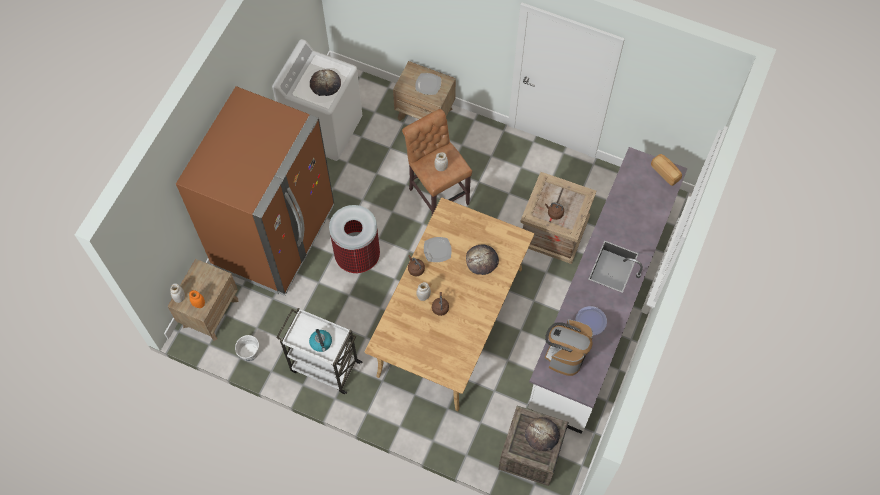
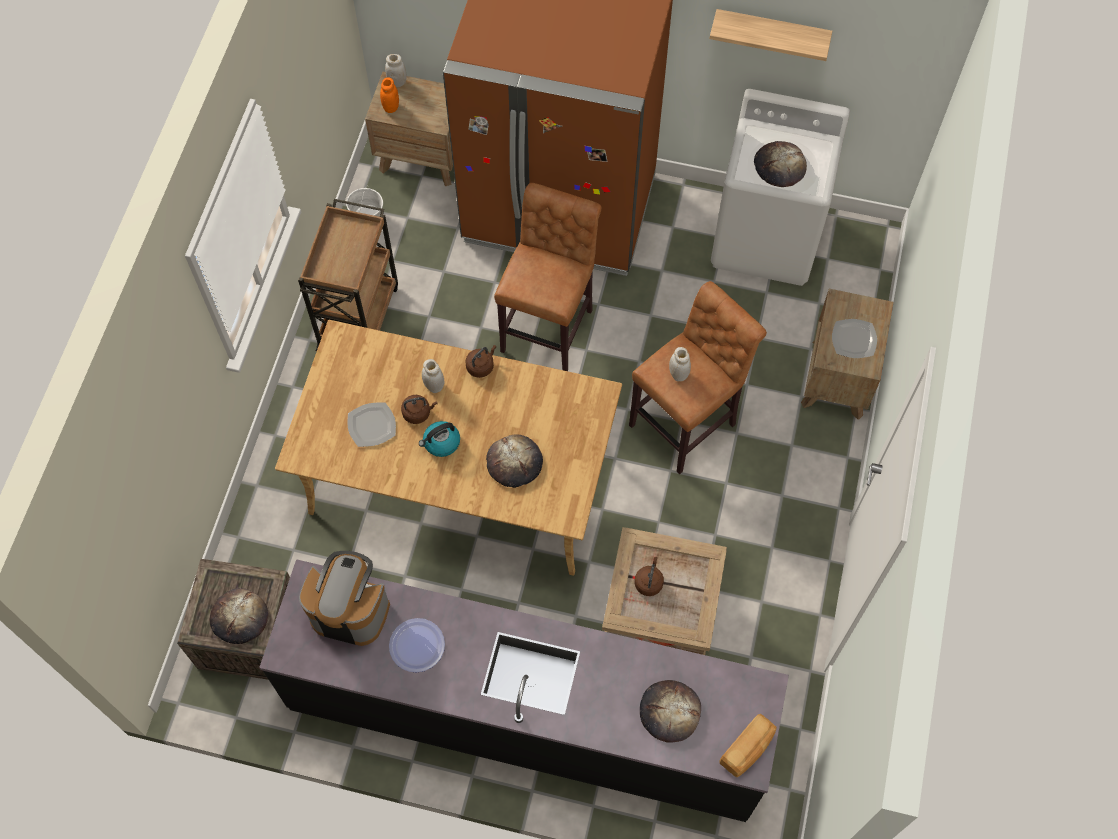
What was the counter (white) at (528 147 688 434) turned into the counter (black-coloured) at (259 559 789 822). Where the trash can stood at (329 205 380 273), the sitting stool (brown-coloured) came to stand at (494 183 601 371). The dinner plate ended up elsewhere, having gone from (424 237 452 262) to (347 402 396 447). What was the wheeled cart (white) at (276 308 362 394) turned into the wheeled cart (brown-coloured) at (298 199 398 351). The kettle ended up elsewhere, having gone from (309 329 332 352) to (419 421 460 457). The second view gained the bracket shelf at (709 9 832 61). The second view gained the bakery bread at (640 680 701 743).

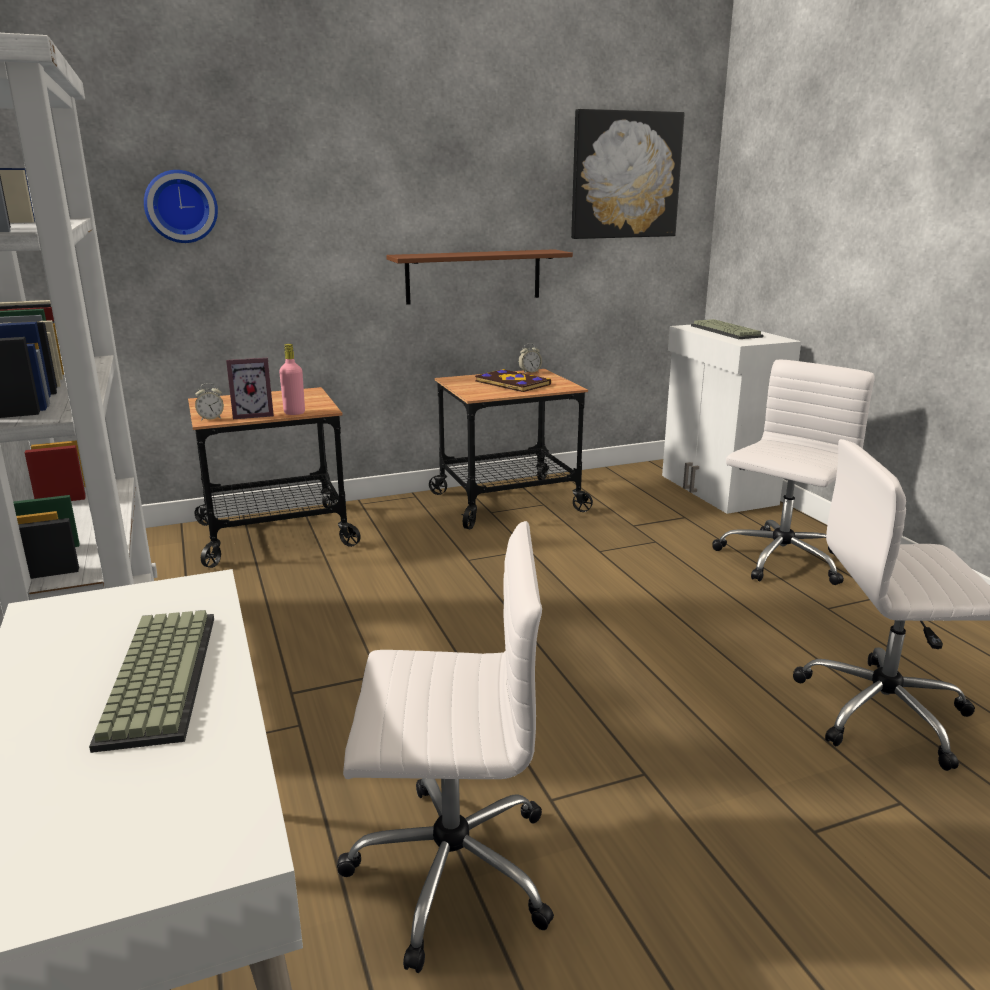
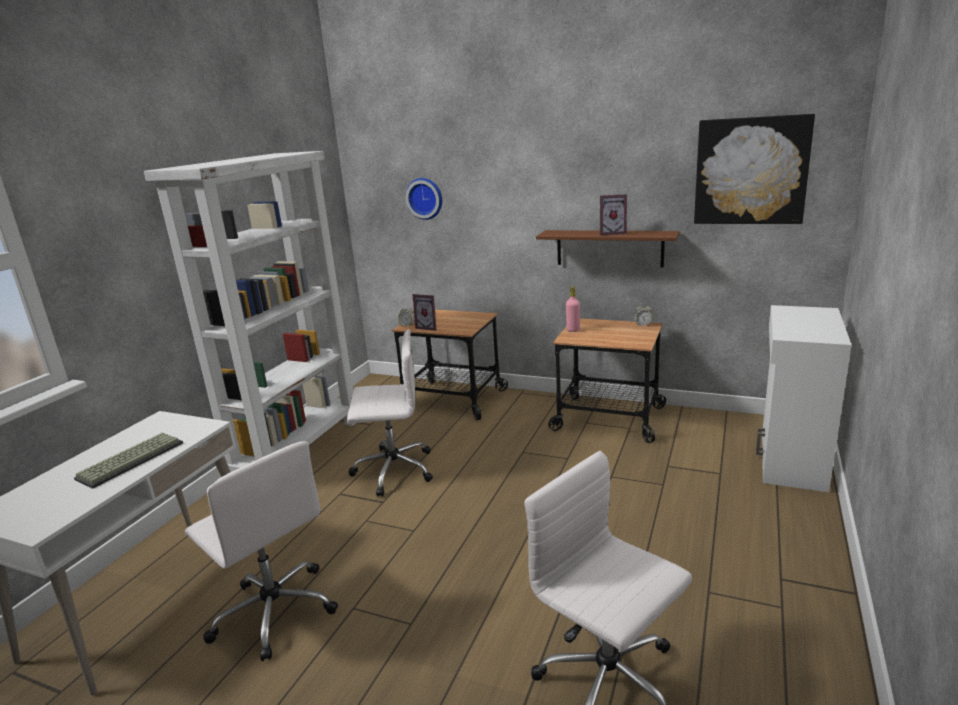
The second view lost the keyboard at (691 319 763 339). The beverage bottle (pink) ended up elsewhere, having gone from (279 344 305 415) to (566 287 580 332). The office chair (white) ended up elsewhere, having gone from (712 359 875 585) to (347 329 433 497). The second view lost the volume at (475 369 551 392). The second view gained the standing frame at (600 194 627 235).

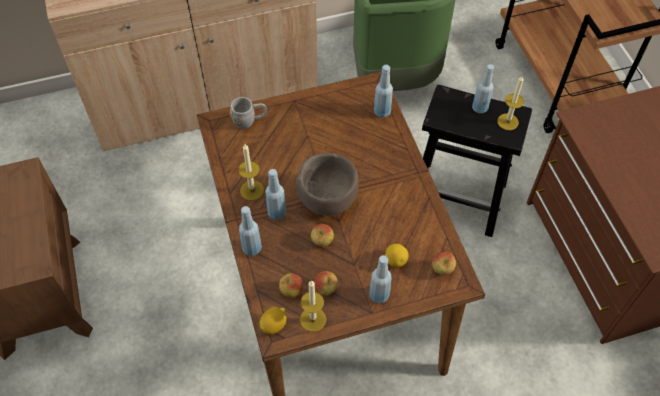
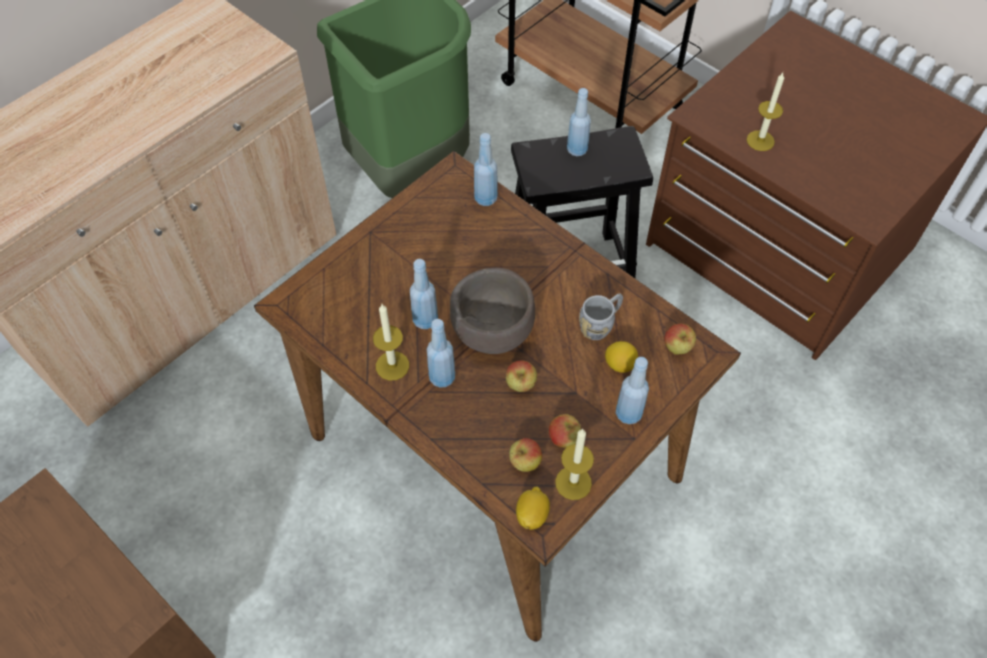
The wax candle ended up elsewhere, having gone from (497 75 524 130) to (747 73 784 151). The mug (greyish) ended up elsewhere, having gone from (230 97 267 129) to (579 293 623 340). The beverage bottle (bluish) ended up elsewhere, having gone from (239 206 262 256) to (410 259 438 329).

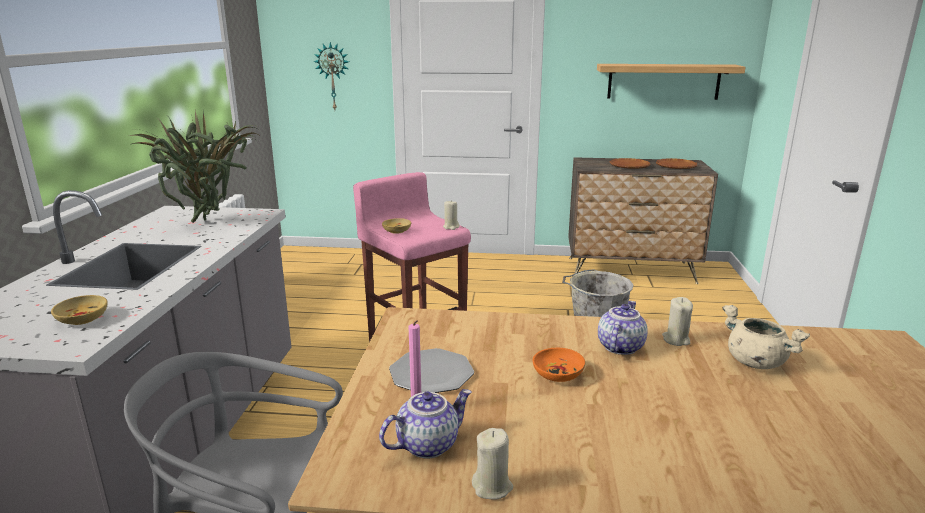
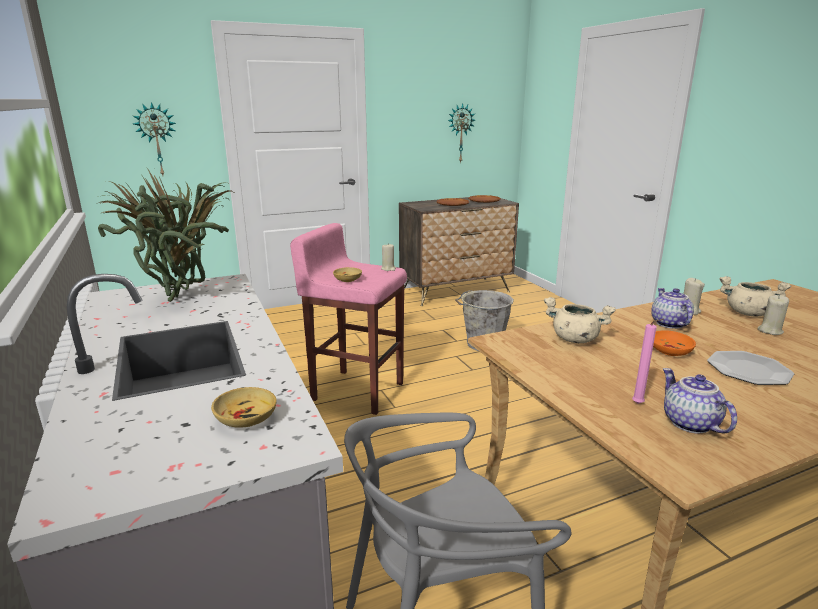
Where the bracket shelf hung at (597 64 746 100), the hanging clock came to hang at (448 103 475 164). The dinner plate ended up elsewhere, having gone from (389 348 474 393) to (707 351 794 385). The teapot at (379 389 472 459) ended up facing another way, 45 degrees counterclockwise from before. The wax candle (beige-coloured) ended up elsewhere, having gone from (472 428 513 500) to (758 295 789 335). The second view gained the stockpot (beige-coloured) at (544 297 616 343).

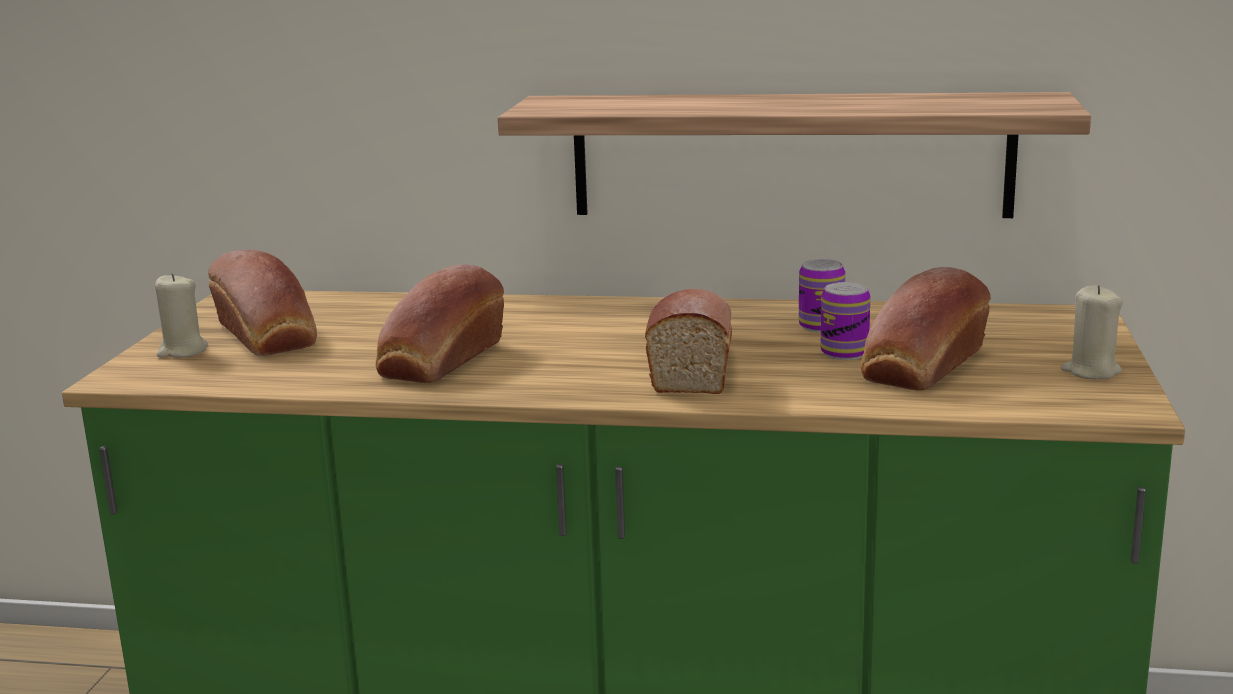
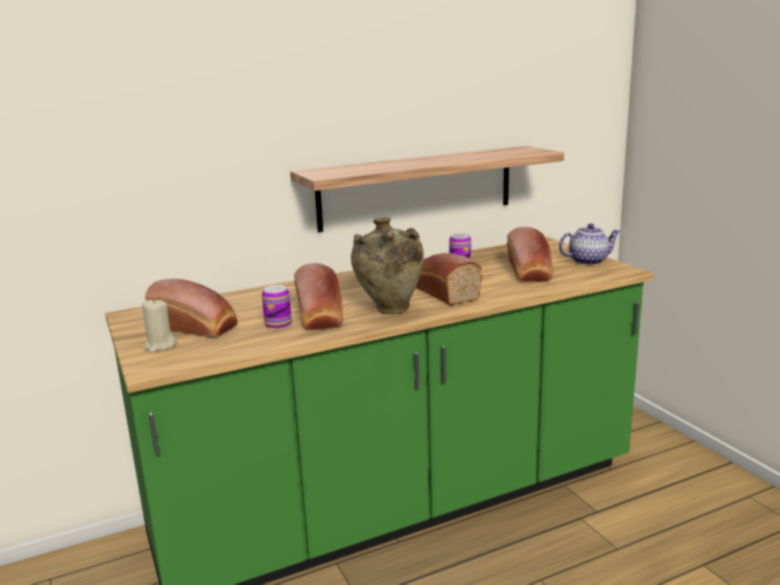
The can ended up elsewhere, having gone from (821 282 870 360) to (262 285 292 329). Where the wax candle (beige-coloured) stood at (1060 285 1123 379), the teapot came to stand at (559 223 620 265). The second view gained the vase (beige-coloured) at (351 217 424 314).

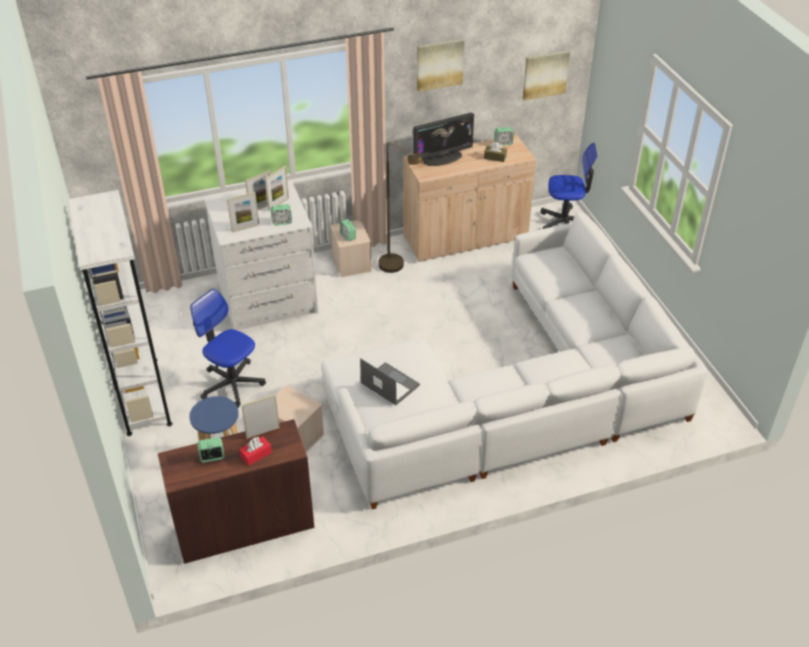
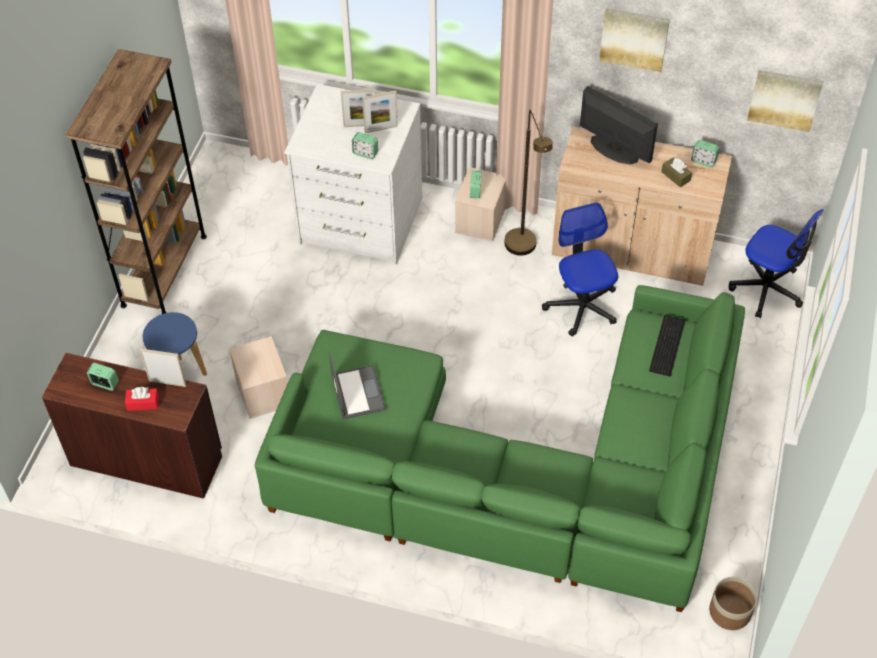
The monitor at (413 112 474 166) ended up facing another way, 150 degrees counterclockwise from before. What was the shelving unit (white) at (68 190 172 436) turned into the shelving unit (brown-coloured) at (66 49 207 314). The second view lost the standing frame at (227 192 259 233). What was the couch (white) at (321 211 708 509) turned into the couch (greenish) at (255 285 745 612). The office chair ended up elsewhere, having gone from (190 289 266 408) to (542 202 618 336). The second view gained the keyboard at (649 315 685 377). The second view gained the plant pot at (709 577 757 630).

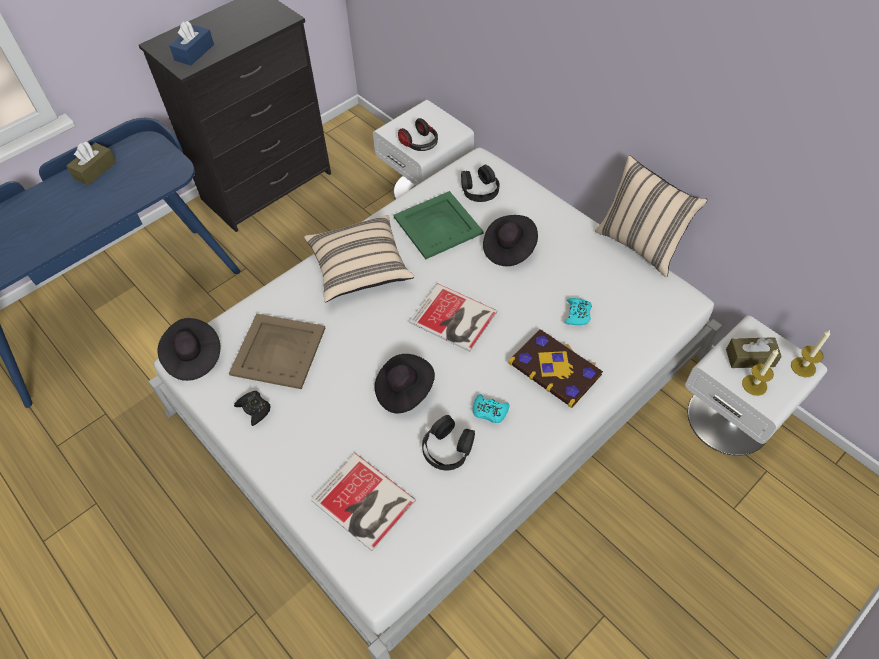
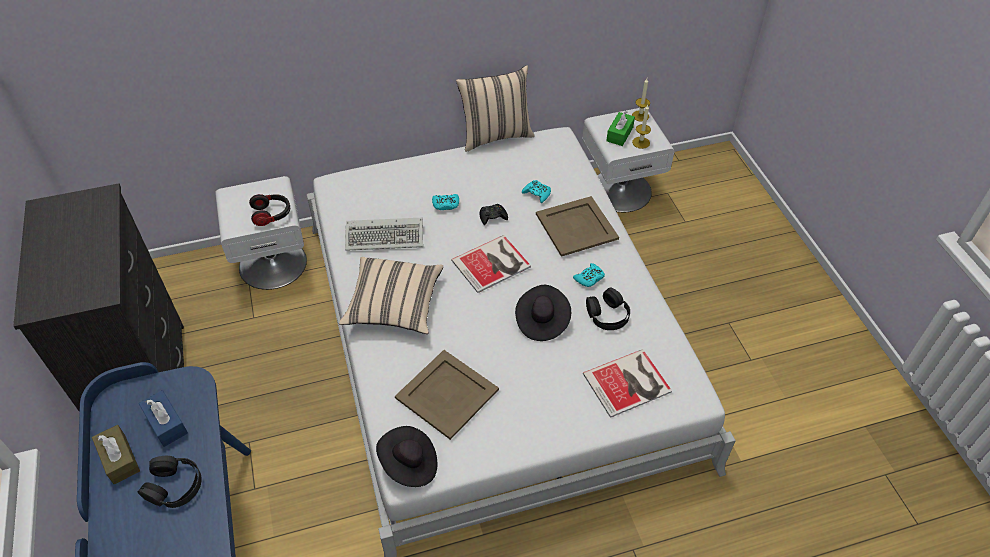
The tissue holder (bluish) ended up elsewhere, having gone from (169 21 214 66) to (139 390 188 447). The headset (black-coloured) ended up elsewhere, having gone from (461 165 500 202) to (138 456 202 508). Where the tray (greenish) stood at (394 191 484 259), the keyboard came to stand at (345 218 423 251). Where the hat (black-coloured) stood at (483 215 538 266), the gamepad (blue-green) came to stand at (432 194 459 210). Where the volume stood at (508 329 603 408), the tray (beige-coloured) came to stand at (536 196 619 257). What was the tissue holder (brown-coloured) at (726 337 782 368) turned into the tissue holder (greenish) at (606 111 635 146). The gamepad (black-coloured) ended up elsewhere, having gone from (234 391 270 426) to (479 204 508 225).

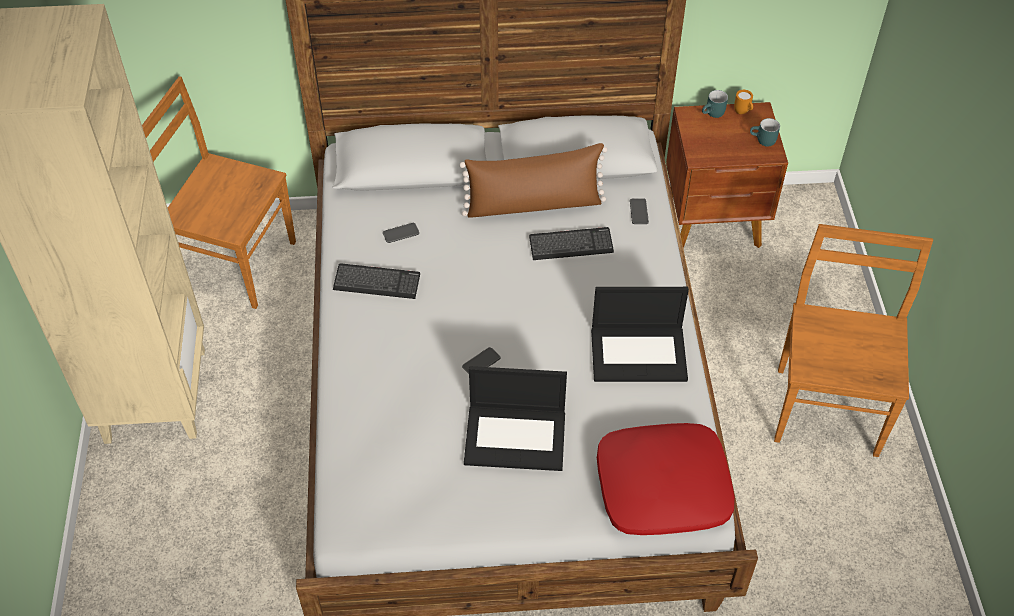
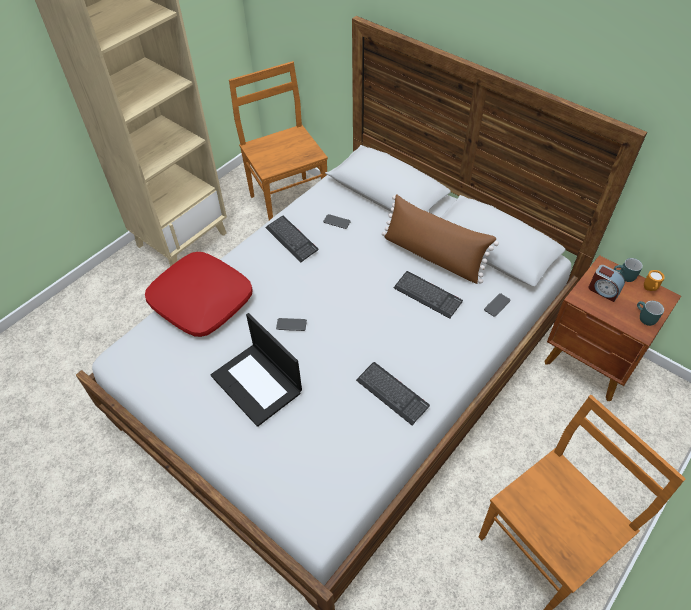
Where the portable computer stood at (591 287 689 382), the keyboard came to stand at (356 362 430 425). The cushion (reddish) ended up elsewhere, having gone from (597 423 735 535) to (145 252 253 337). The second view gained the table clock at (589 265 625 302).

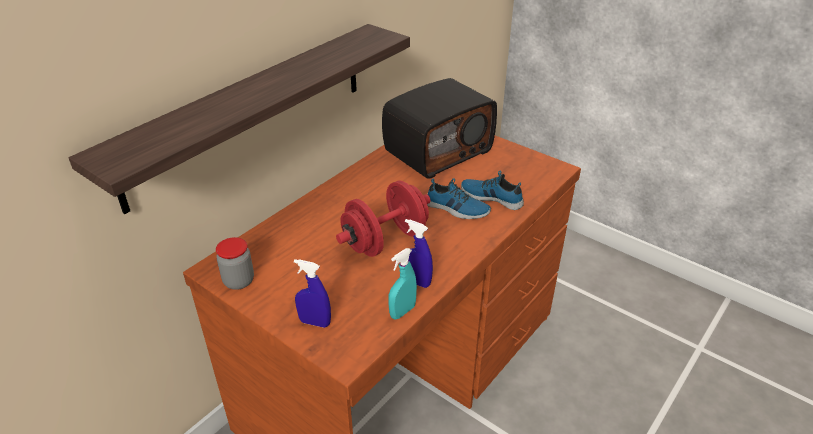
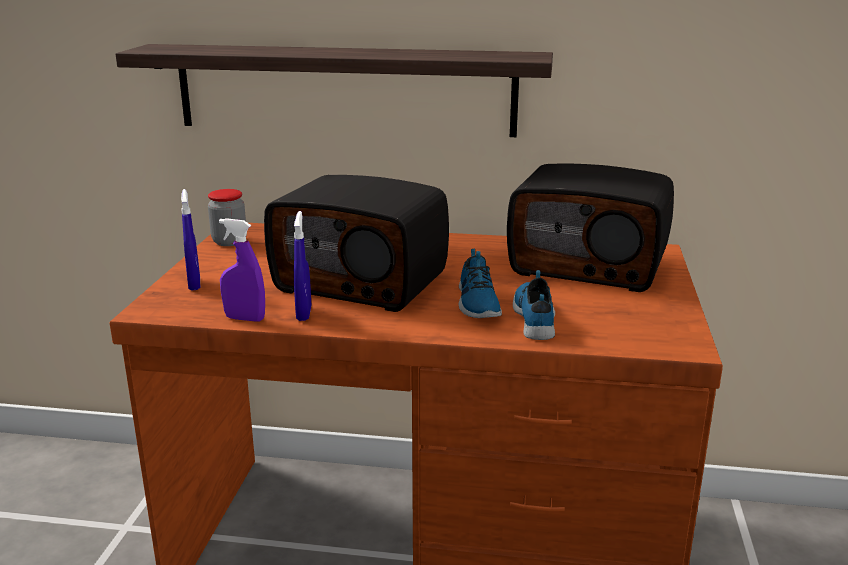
Where the dumbbell (reddish) stood at (336 181 430 257), the radio came to stand at (264 175 449 312). What was the sprayer (blue-green) at (388 248 417 319) turned into the sprayer (purplish) at (219 218 265 322).

